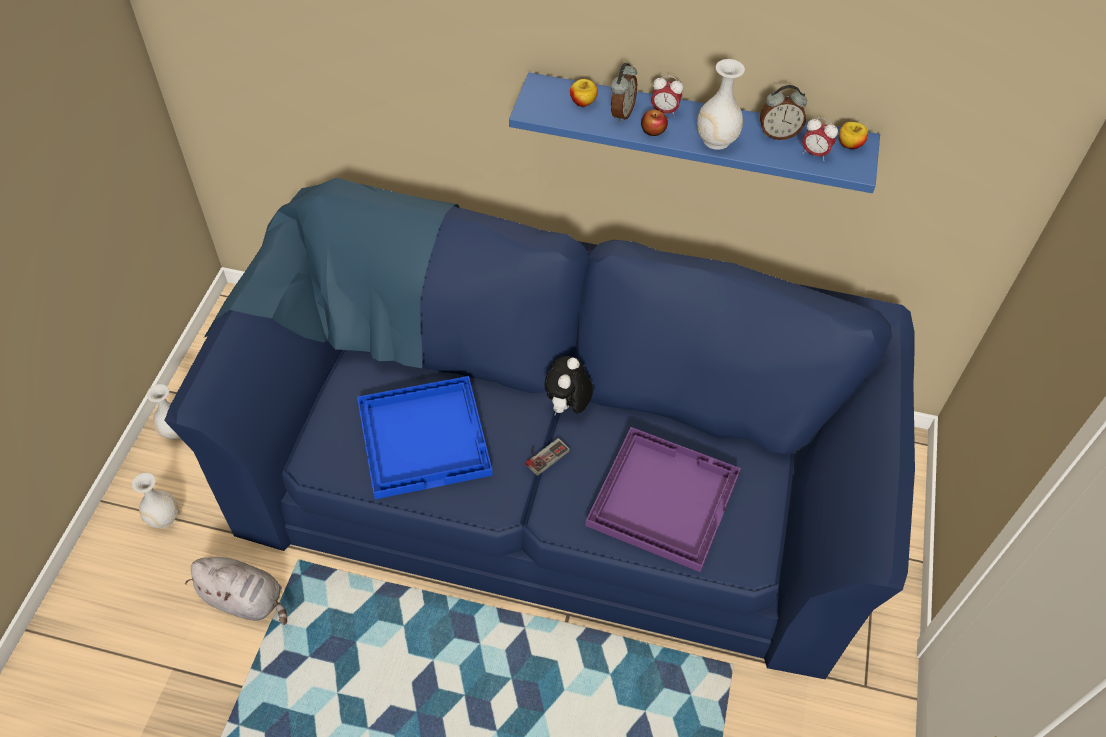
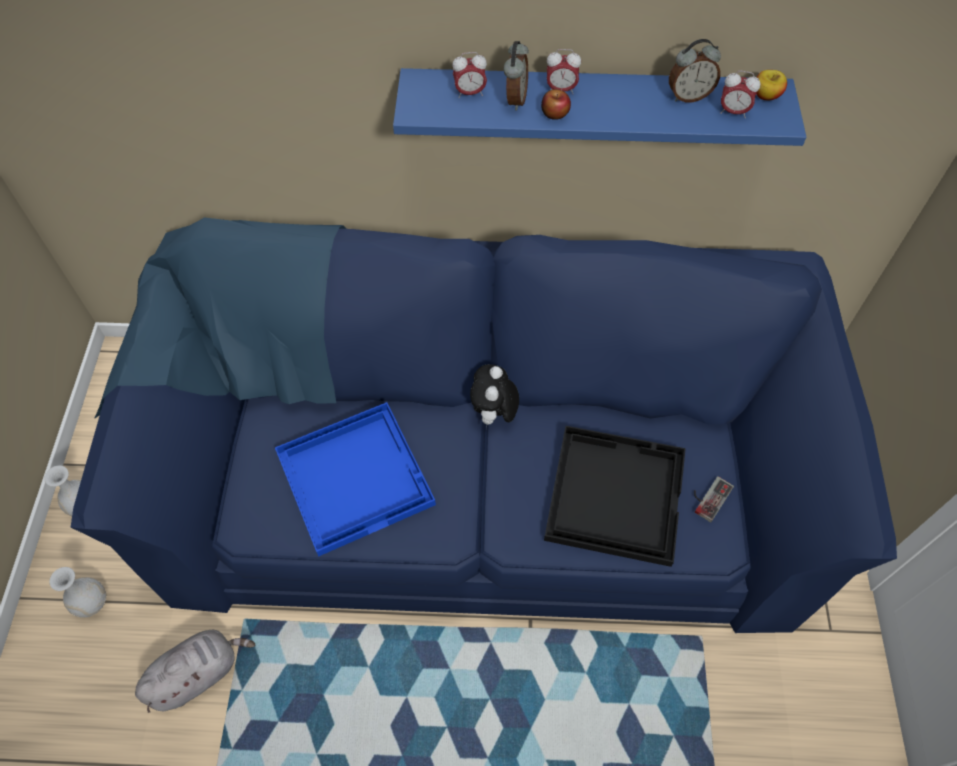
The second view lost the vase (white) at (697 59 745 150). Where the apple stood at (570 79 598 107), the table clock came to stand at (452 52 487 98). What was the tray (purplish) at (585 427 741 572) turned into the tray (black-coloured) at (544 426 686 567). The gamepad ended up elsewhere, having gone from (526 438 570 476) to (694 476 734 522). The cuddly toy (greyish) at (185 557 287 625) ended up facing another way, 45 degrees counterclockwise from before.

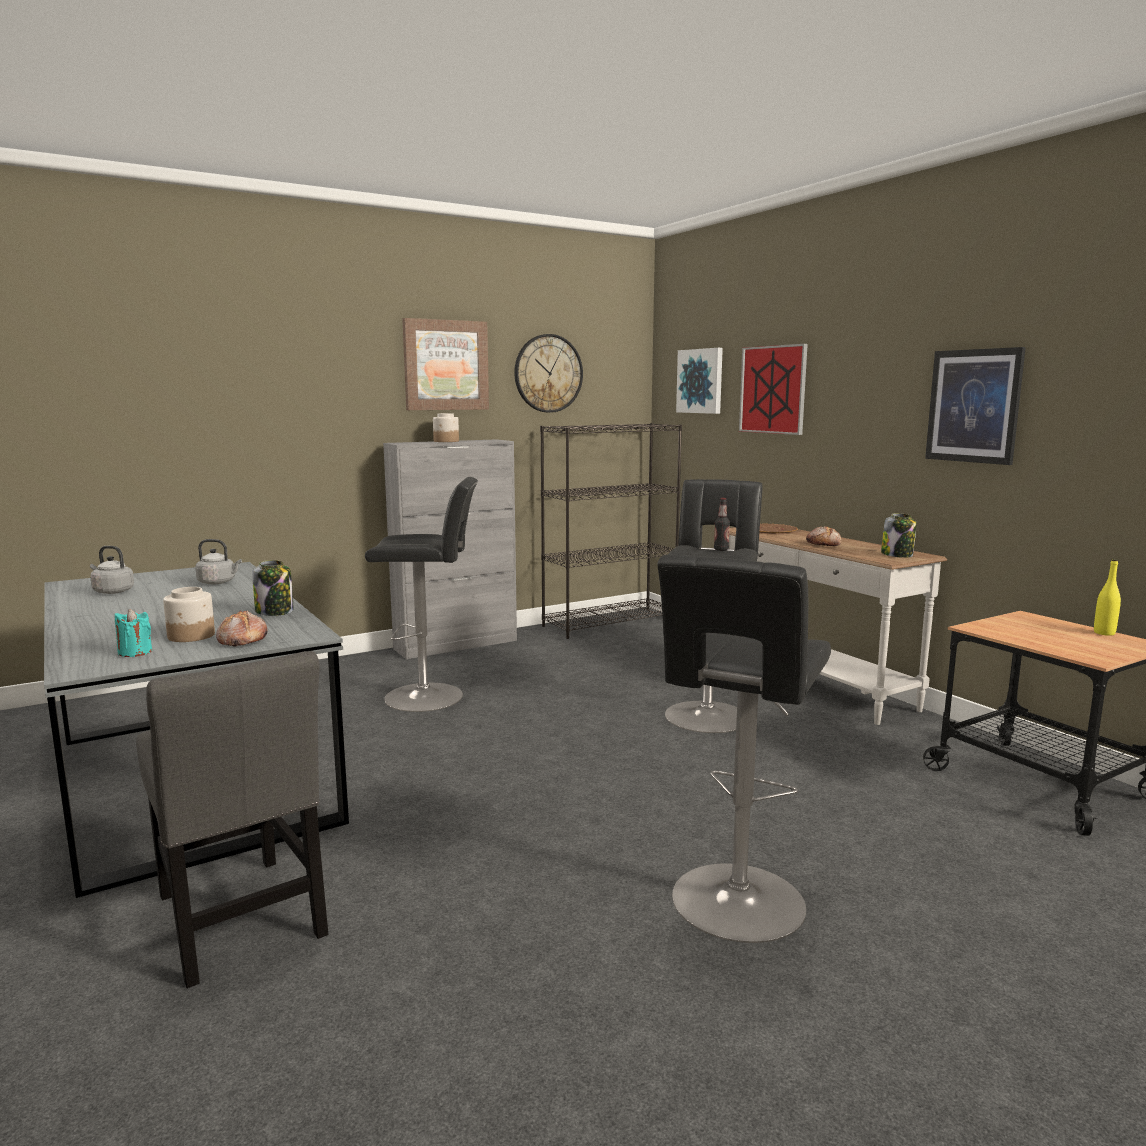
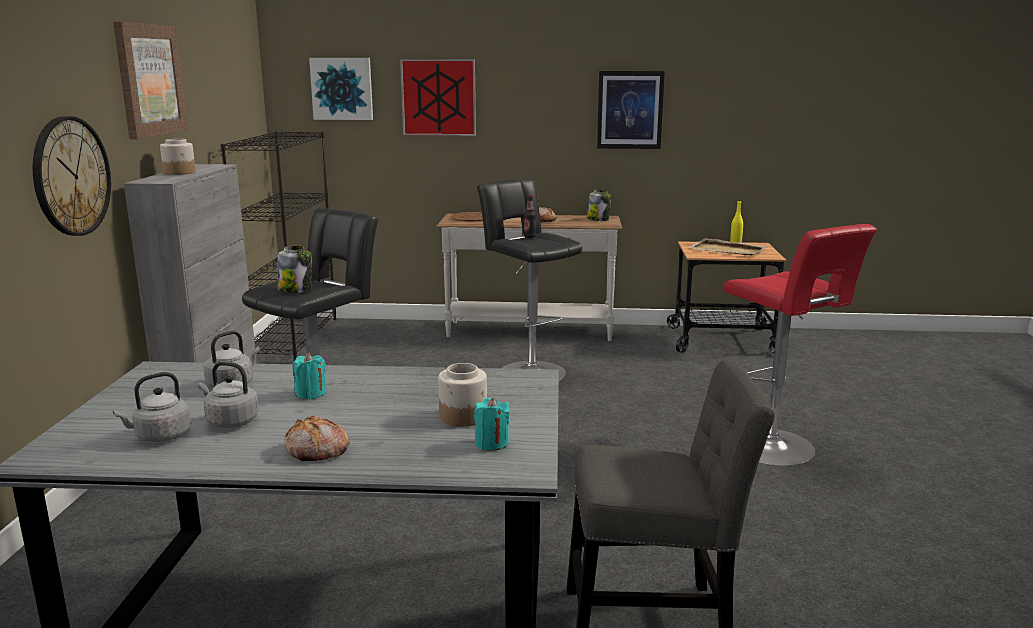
The hanging clock ended up elsewhere, having gone from (514 334 583 413) to (33 116 111 236). What was the sitting stool (black-coloured) at (657 554 831 943) turned into the sitting stool (reddish) at (724 224 877 466). The preserve jar ended up elsewhere, having gone from (252 560 294 616) to (278 246 312 293). The bakery bread ended up elsewhere, having gone from (216 610 267 647) to (284 415 350 462). The second view gained the tray (beige-coloured) at (689 238 769 256). The second view gained the wax candle (blue-green) at (293 353 326 399). The second view gained the kettle (greyish) at (198 361 259 428).

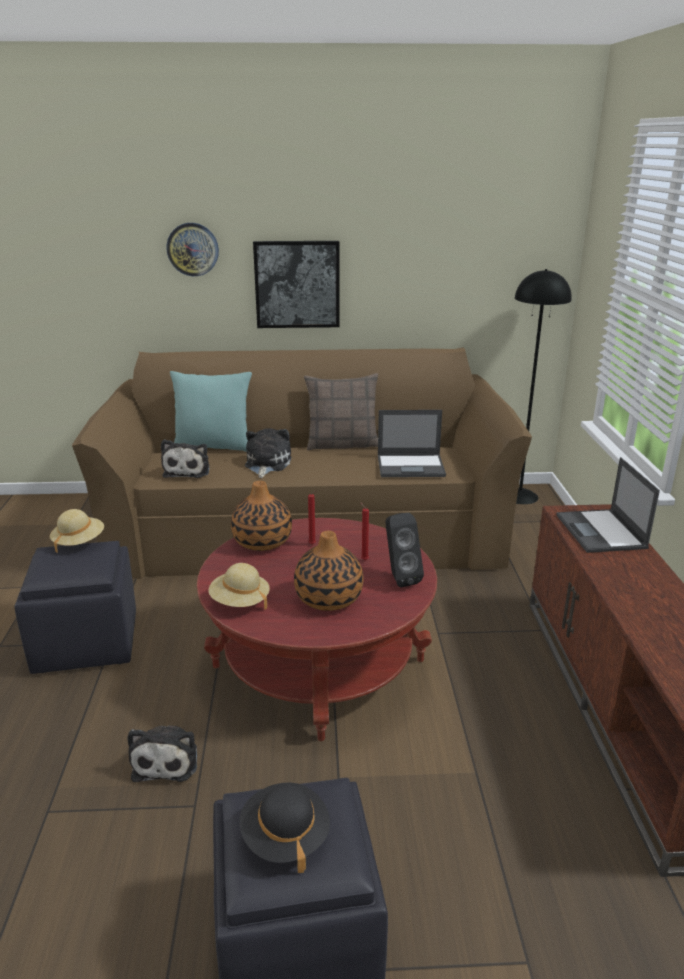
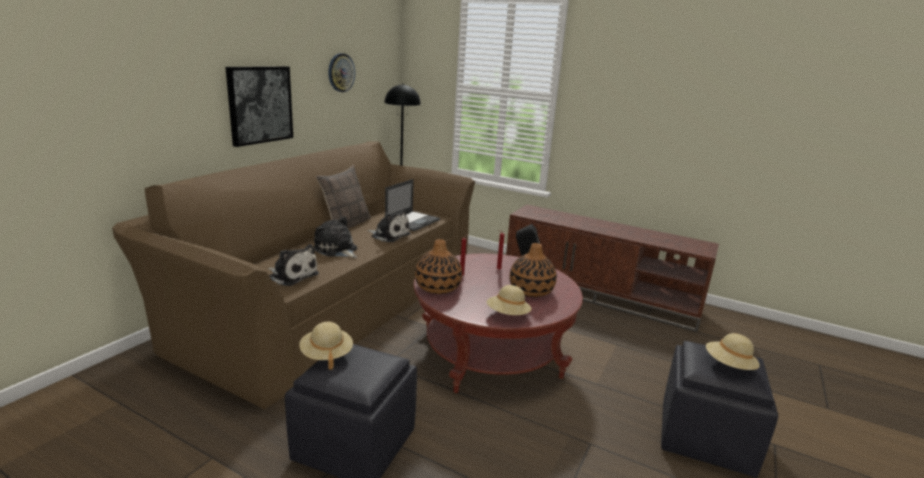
The hanging clock ended up elsewhere, having gone from (167 223 219 276) to (328 53 355 92). The second view lost the cushion (blue-green) at (170 371 252 452). The second view lost the portable computer at (557 457 660 553). The cuddly toy ended up elsewhere, having gone from (127 726 197 782) to (367 210 411 242). What was the hat (black-coloured) at (239 782 330 873) turned into the hat (beige-coloured) at (706 333 760 370).

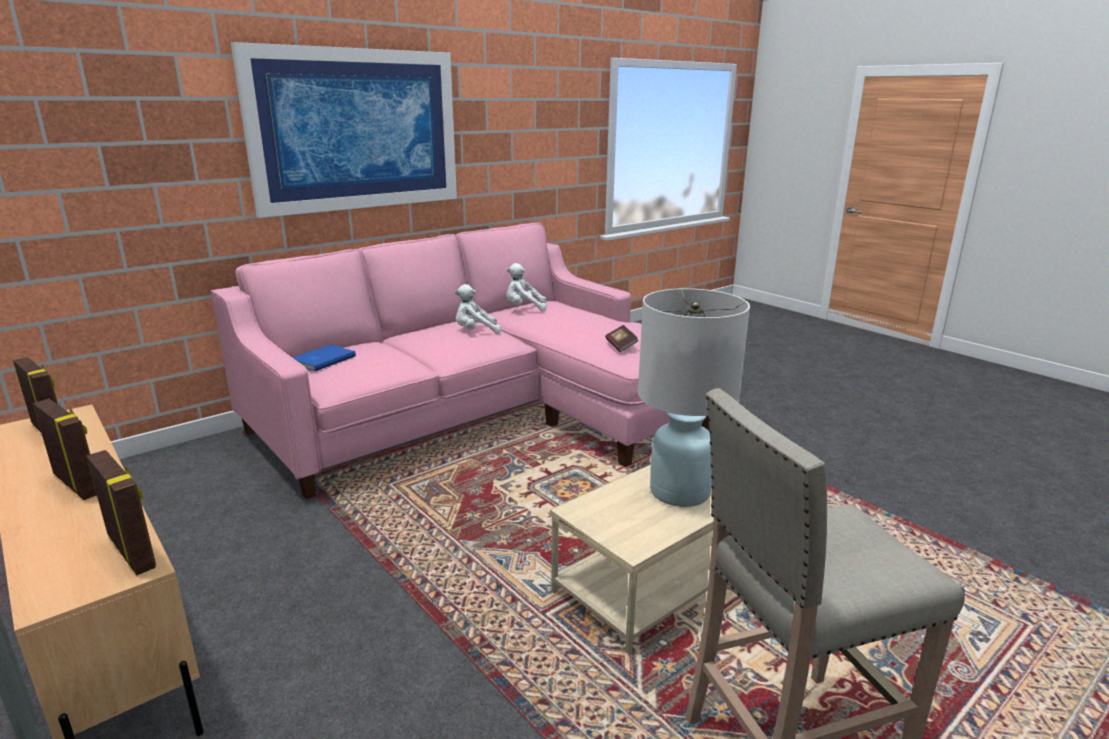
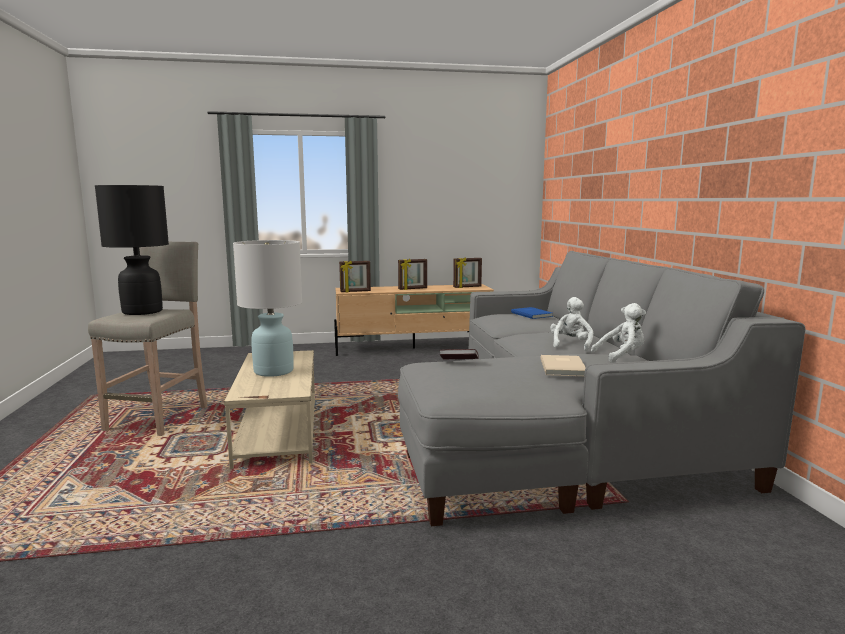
The second view lost the wall art at (231 42 457 218). What was the couch (pink) at (211 223 709 499) turned into the couch (greyish) at (398 251 806 526). The cuddly toy (white) at (507 263 547 311) ended up facing another way, 45 degrees clockwise from before. The second view gained the tabletop lamp (black-coloured) at (95 185 169 315). The second view gained the volume (beige-coloured) at (540 355 586 376).

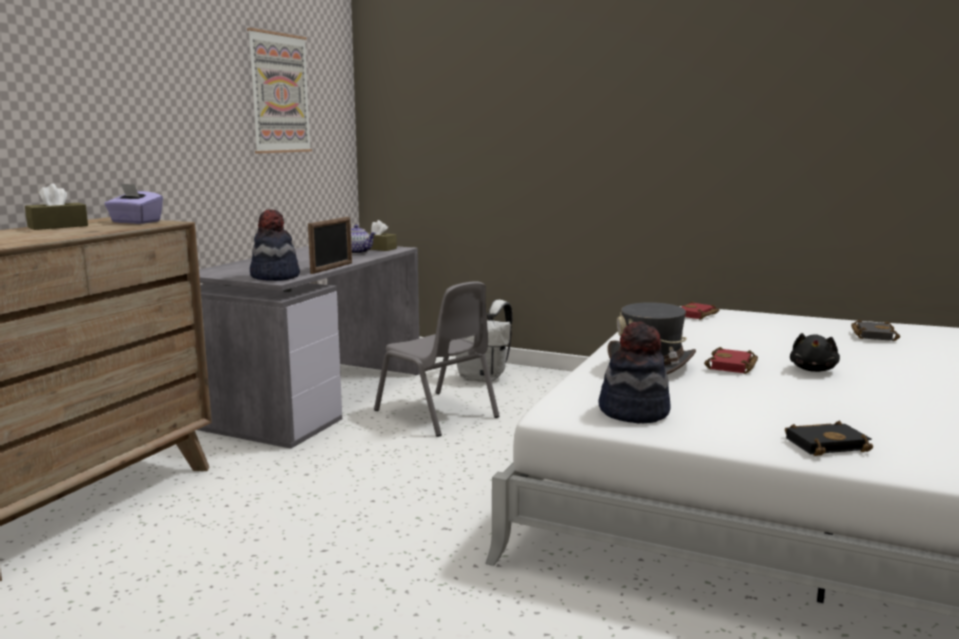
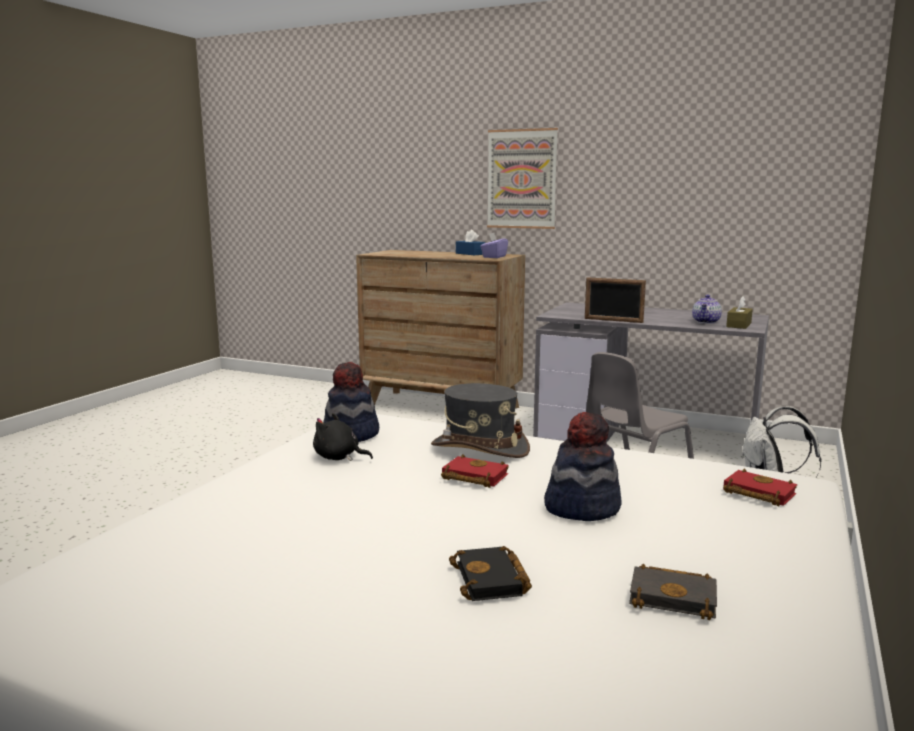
The wall art ended up elsewhere, having gone from (247 28 312 153) to (487 128 558 229). What was the tissue holder (brown-coloured) at (25 183 88 230) turned into the tissue holder (bluish) at (456 230 485 255). The hat ended up elsewhere, having gone from (250 209 300 281) to (544 412 622 521). The cuddly toy (black-coloured) ended up elsewhere, having gone from (790 333 840 372) to (313 413 373 461). The volume (black-coloured) ended up elsewhere, having gone from (785 421 873 456) to (449 546 532 601).

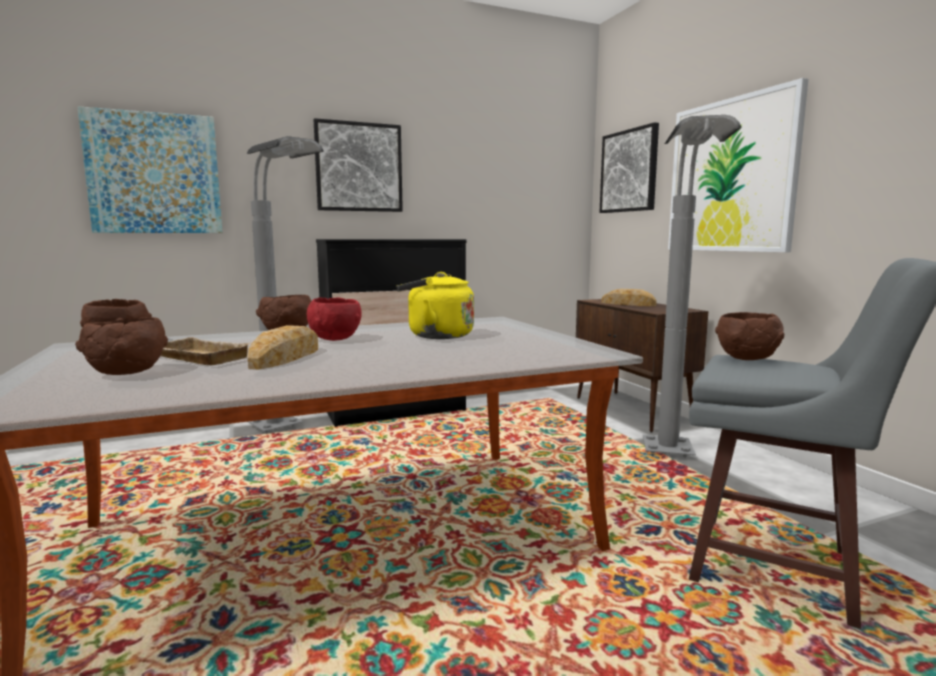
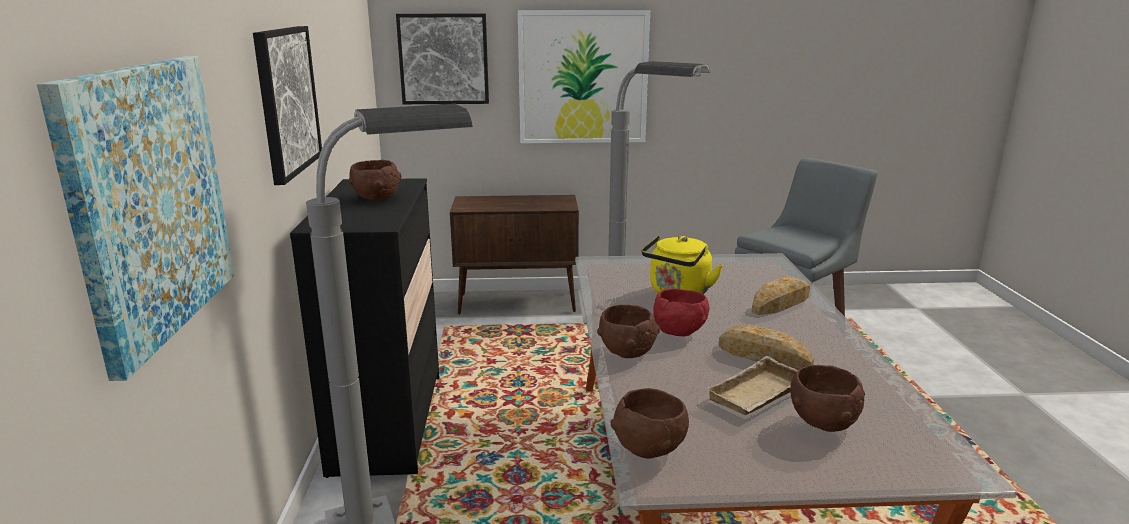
The bakery bread ended up elsewhere, having gone from (601 289 657 306) to (752 276 810 315). The deep dish (brown-coloured) ended up elsewhere, having gone from (715 312 784 360) to (348 160 401 201).

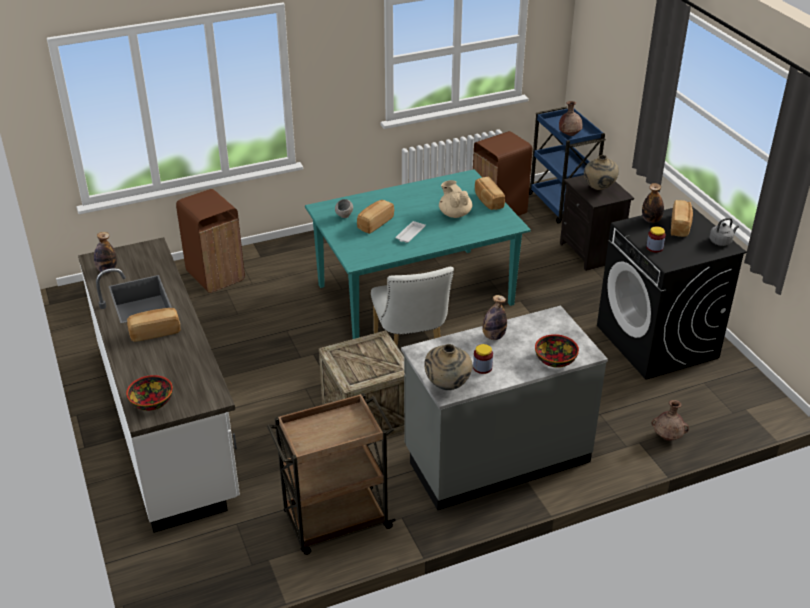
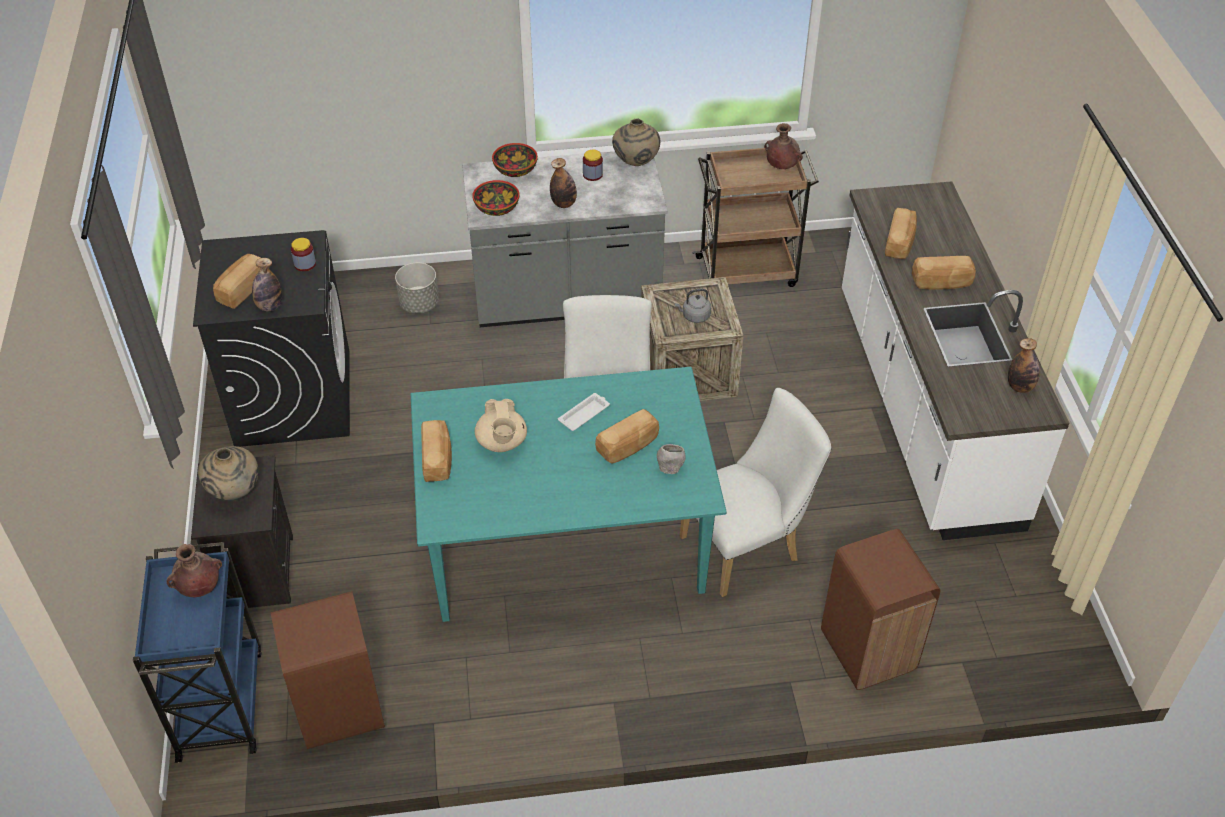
The kettle (greyish) ended up elsewhere, having gone from (709 218 739 246) to (675 289 711 323). The deep dish ended up elsewhere, having gone from (126 375 173 411) to (472 180 520 216). The vase (brown-coloured) ended up elsewhere, having gone from (652 400 689 441) to (764 123 803 169). The second view gained the bakery bread at (885 208 917 259). The second view gained the plant pot (greyish) at (395 263 439 313). The second view gained the plain chair (white) at (680 388 831 597).

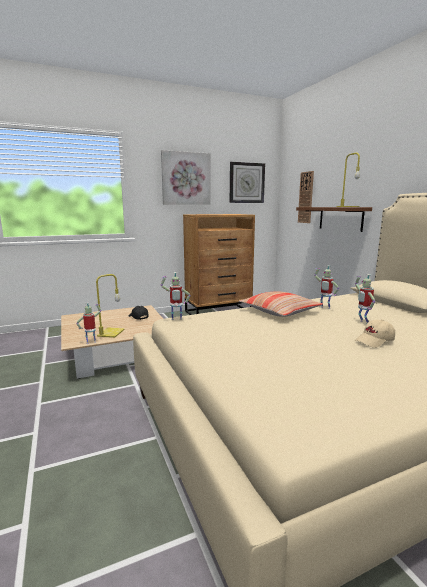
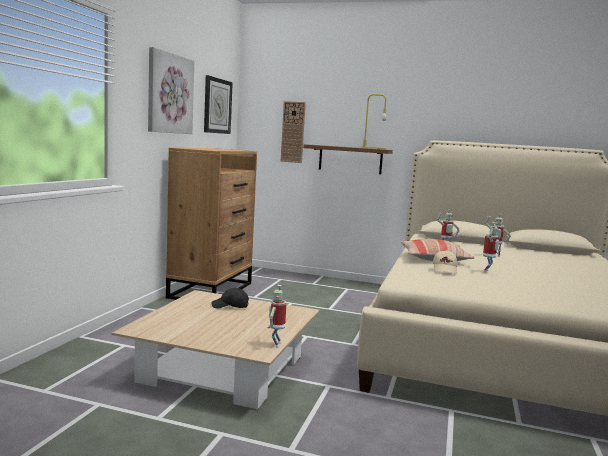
The model robot ended up elsewhere, having gone from (161 272 191 320) to (483 222 499 273). The second view lost the tabletop lamp (yellow) at (96 274 125 338). The peaked cap (beige-coloured) ended up elsewhere, having gone from (355 320 395 348) to (433 250 458 274).

